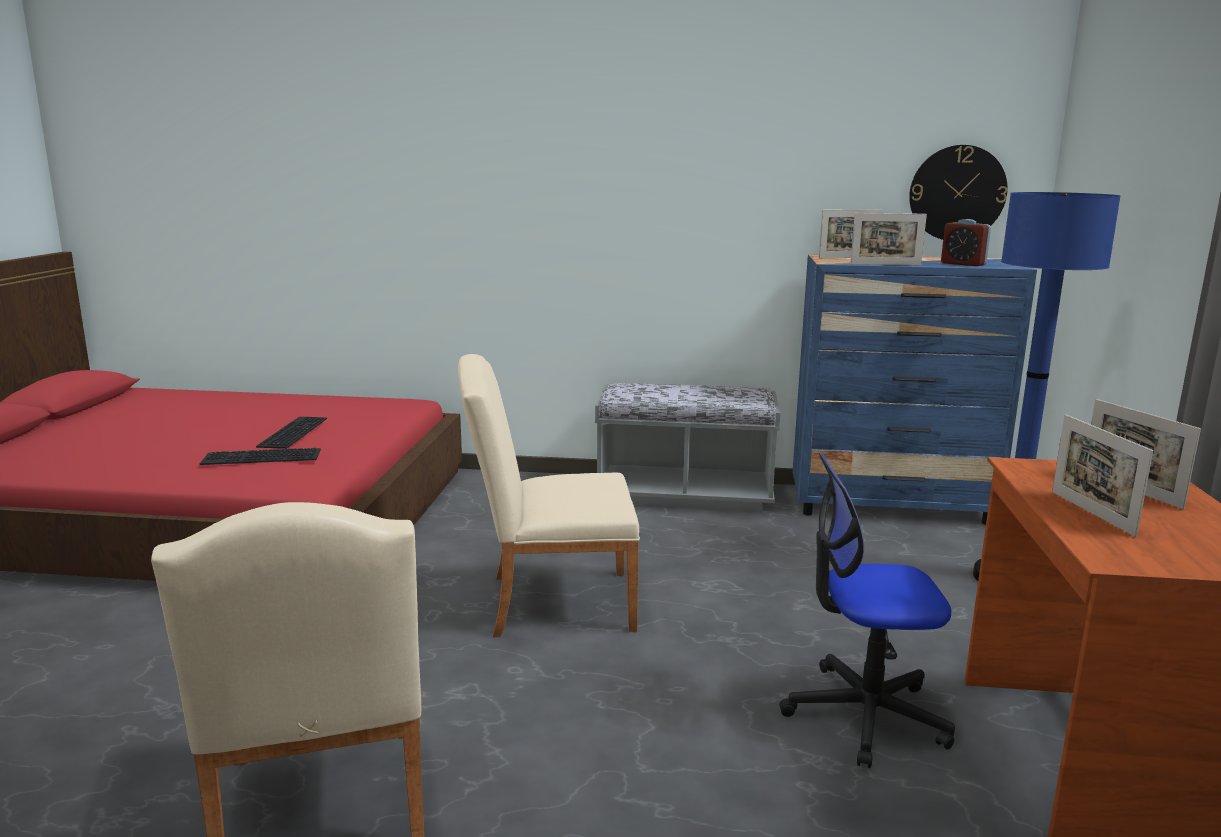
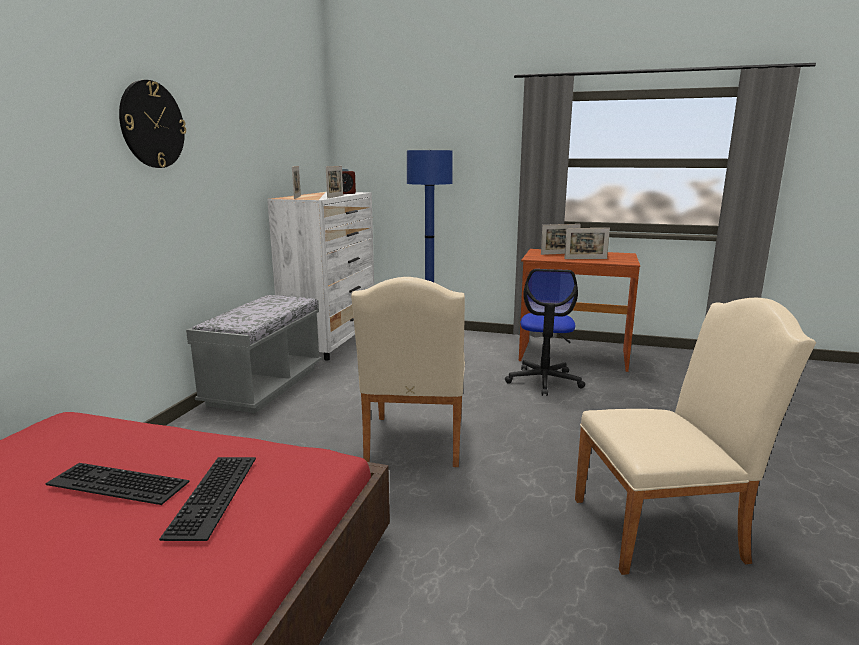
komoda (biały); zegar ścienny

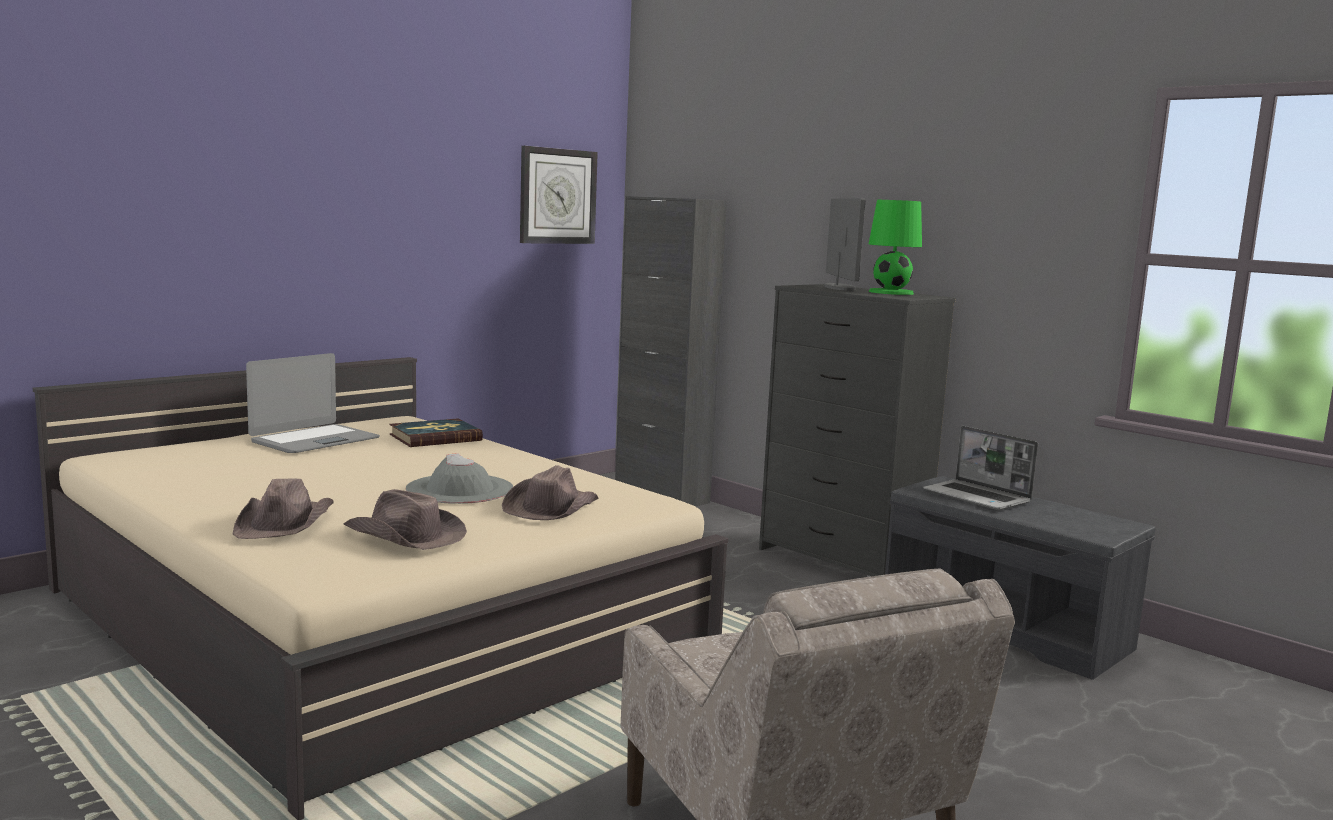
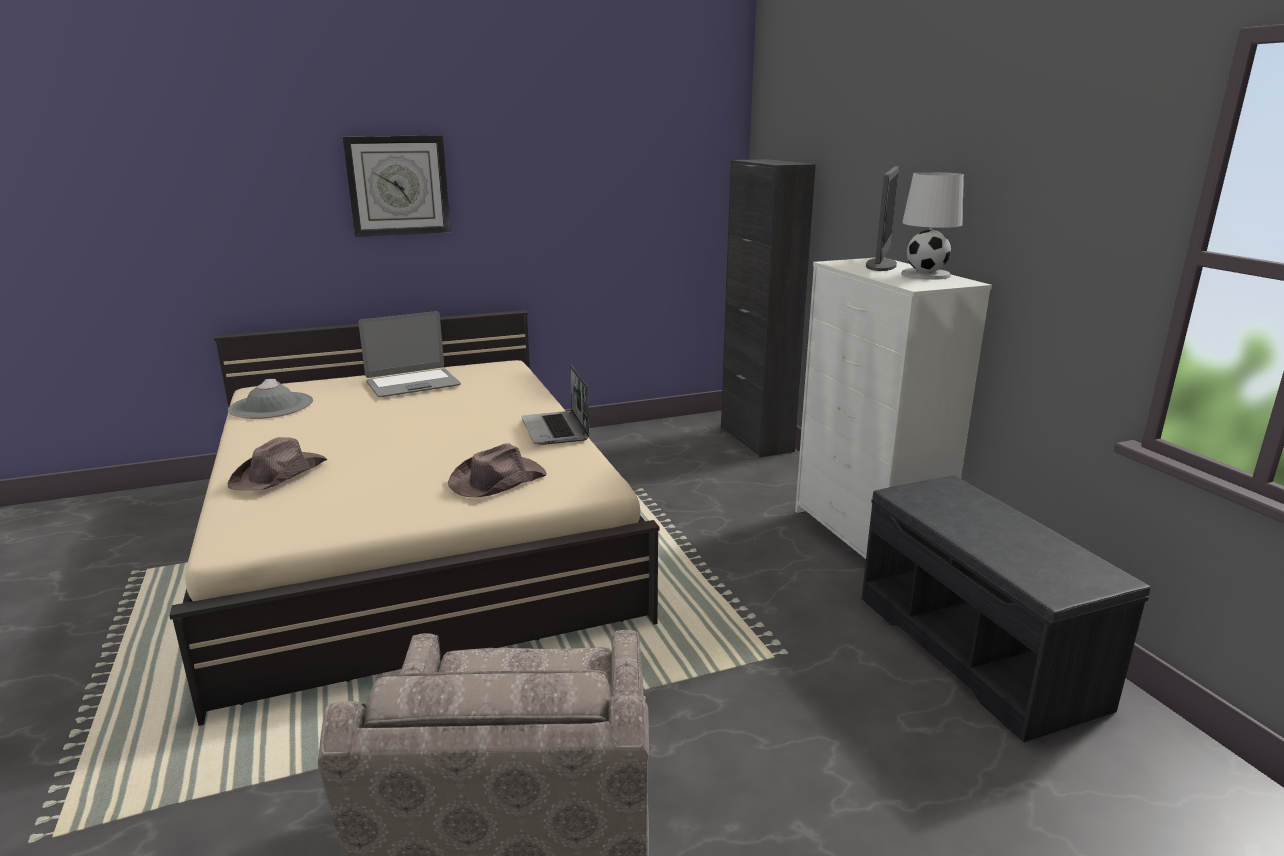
kapelusz (brązowy) (no. 2 from left in the first image); książka; kapelusz (szary); zegar ścienny; komoda (biały); lampa stołowa (biały); laptop (no. 2 from left)

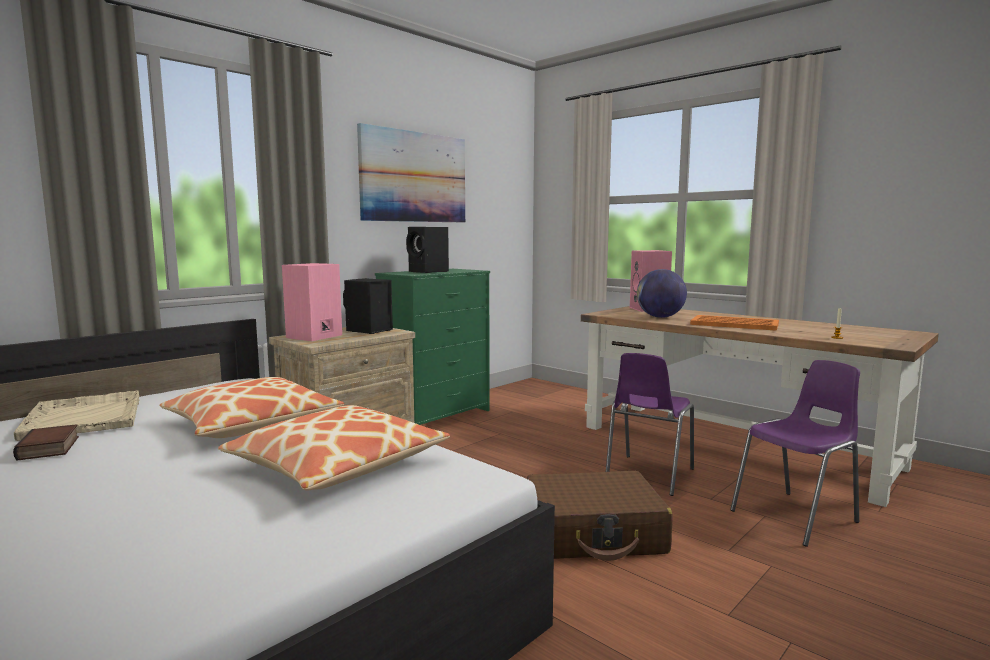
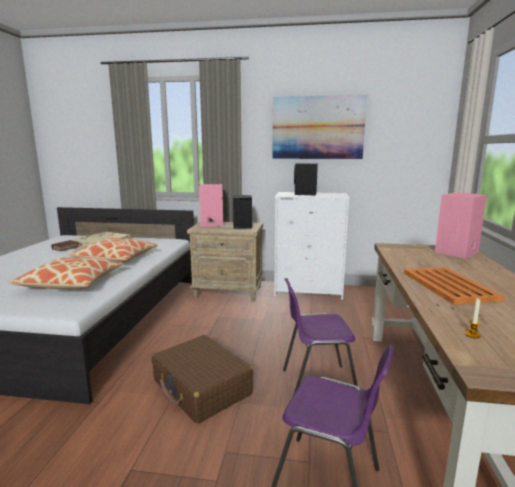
komoda (biały); globus

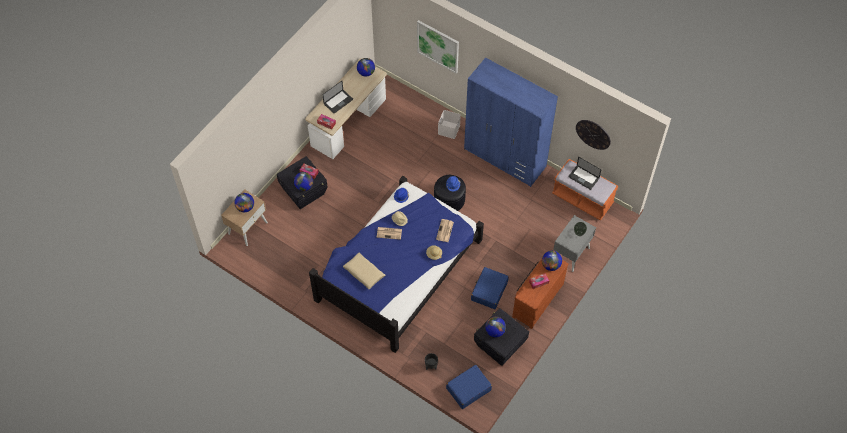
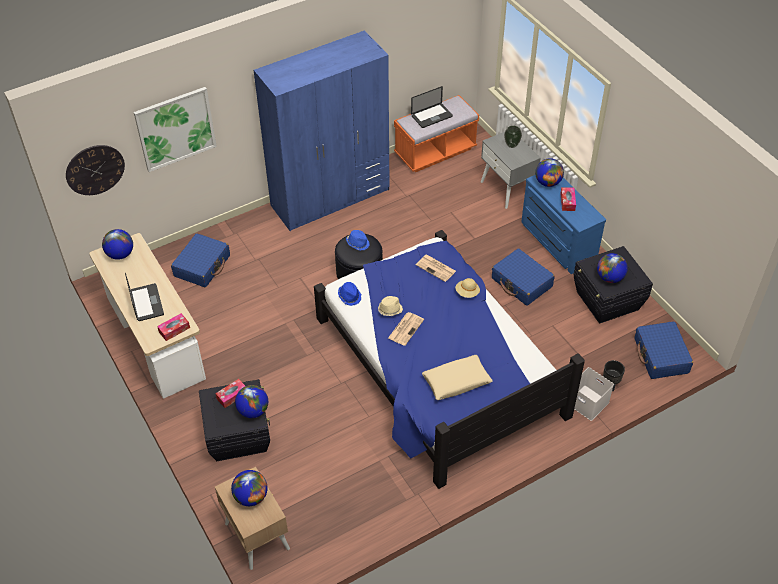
pojemnik do przechowywania (biały); komoda (niebieski); zegar ścienny; walizka (niebieski) (no. 1 from left)

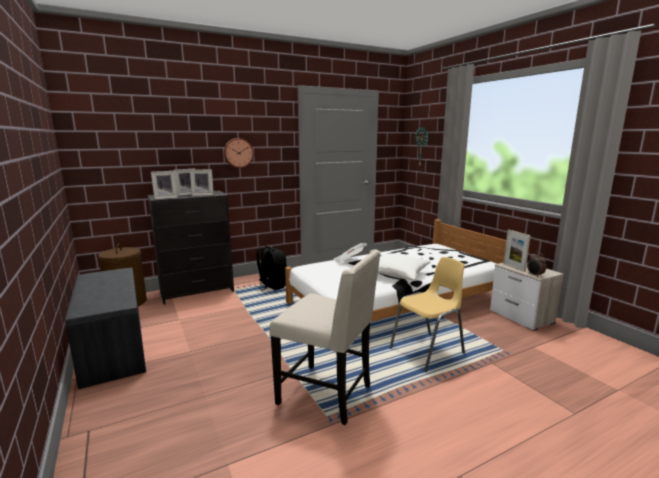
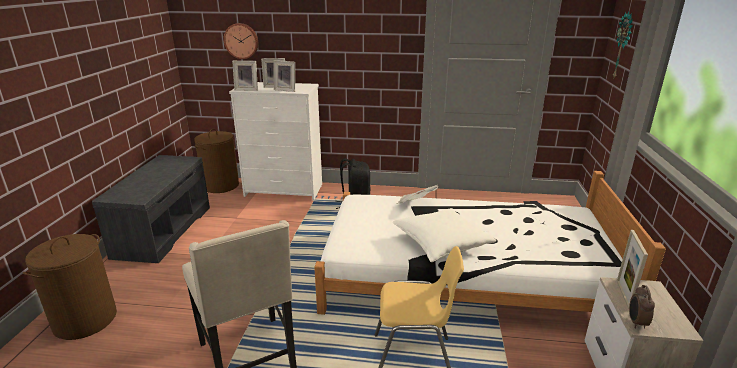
komoda (biały); zegar ścienny (no. 1 from left); kosz na pranie (brązowy) (no. 1 from left)

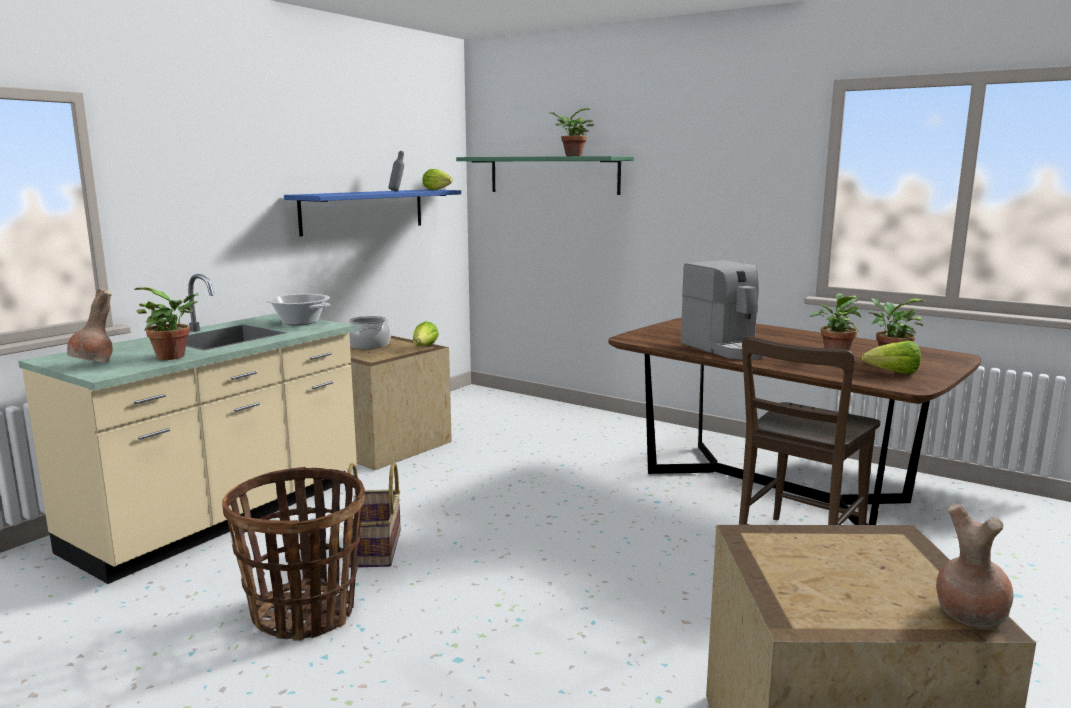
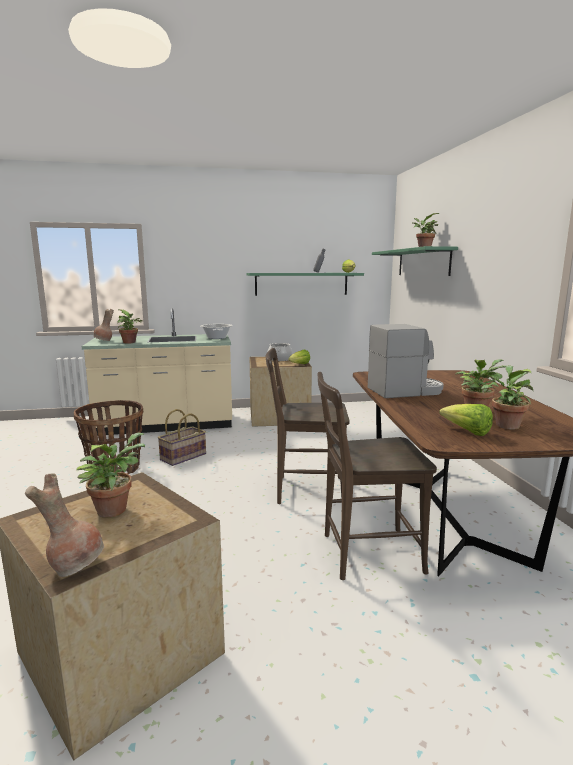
półka (zielony) (no. 1 from left); ekspres do kawy; roślina doniczkowa (no. 1 from left); krzesło (brązowy) (no. 1 from left)

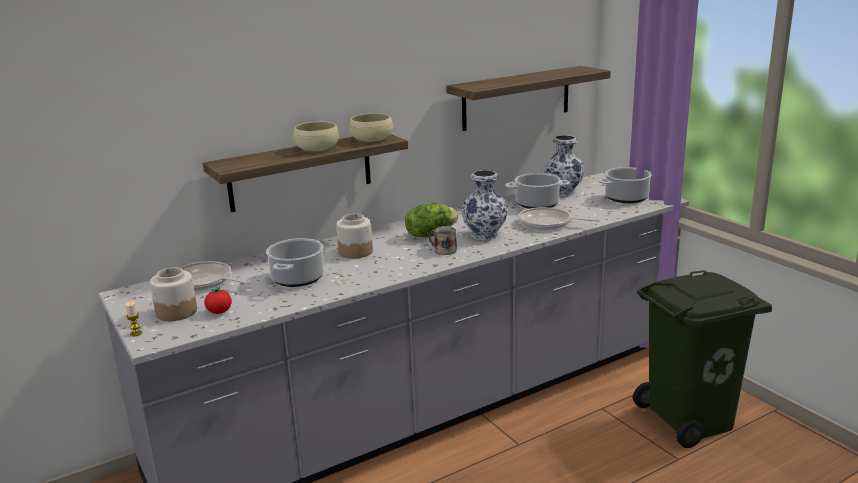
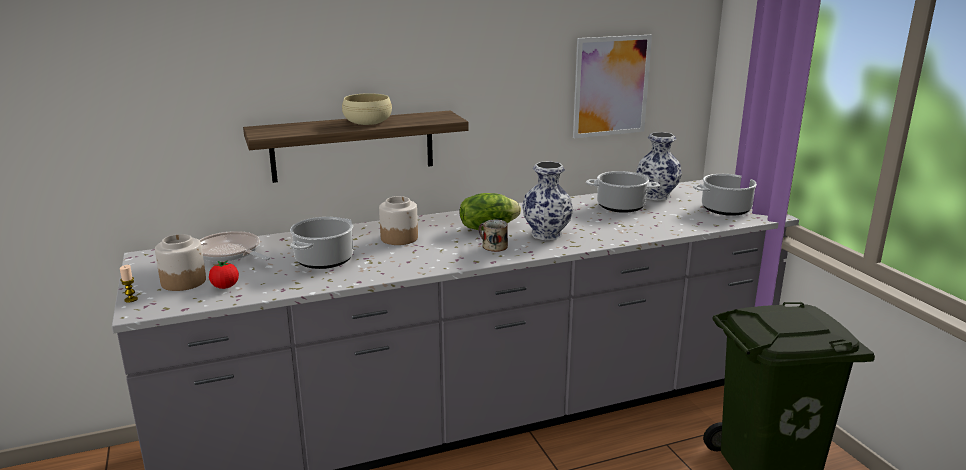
miska (beżowy) (no. 2 from left in the first image); obraz; patelnia (no. 2 from left in the first image)

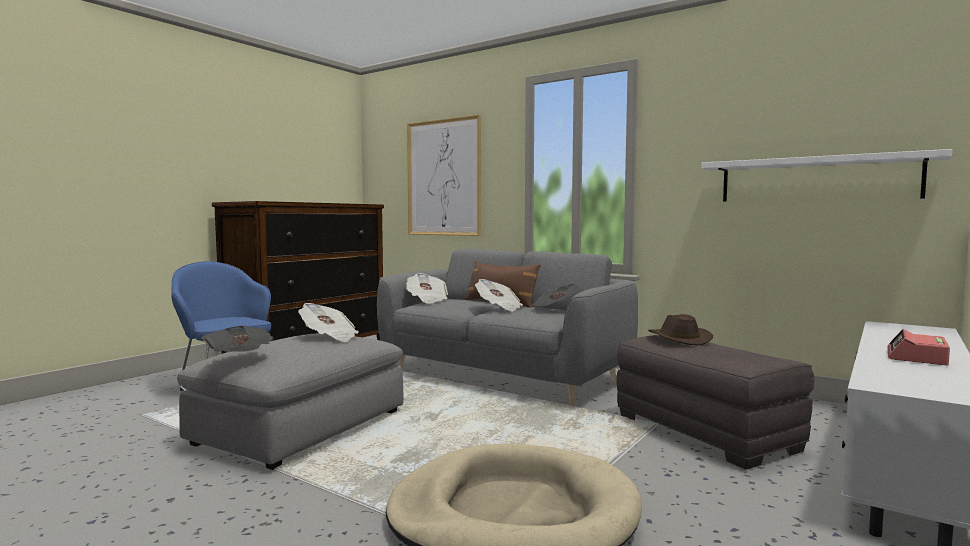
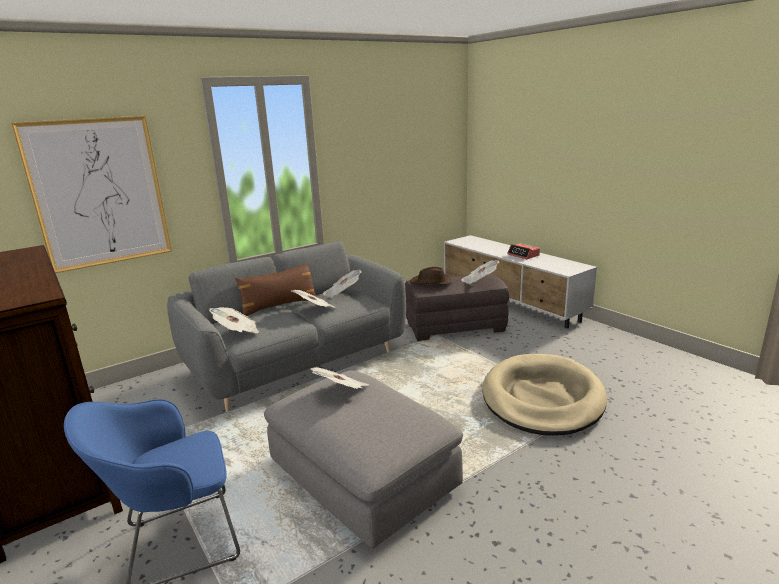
gazeta (no. 5 from left); półka (biały)

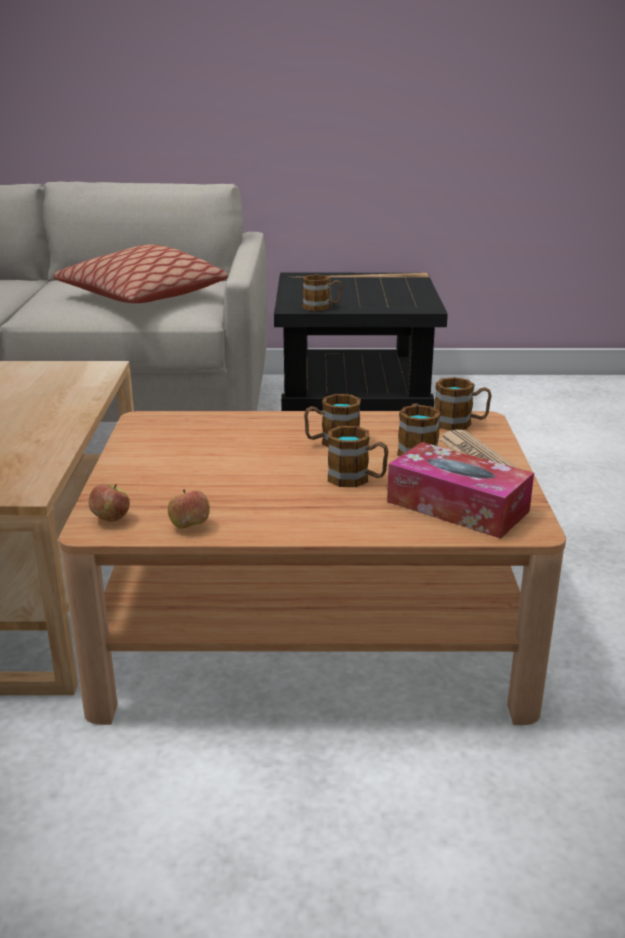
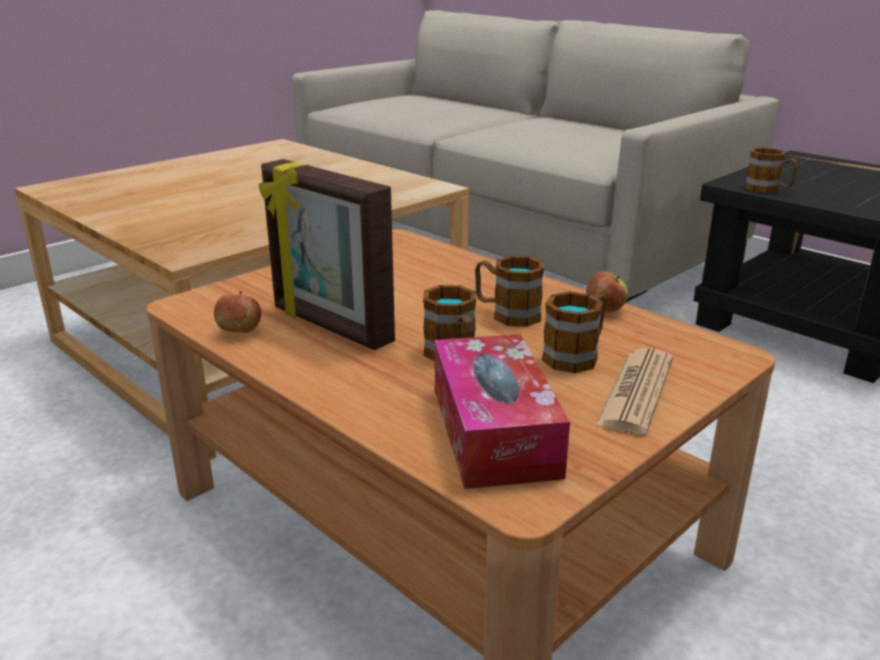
poduszka; jabłko (no. 2 from left); kubek (no. 5 from left in the first image); ramka na zdjęcie

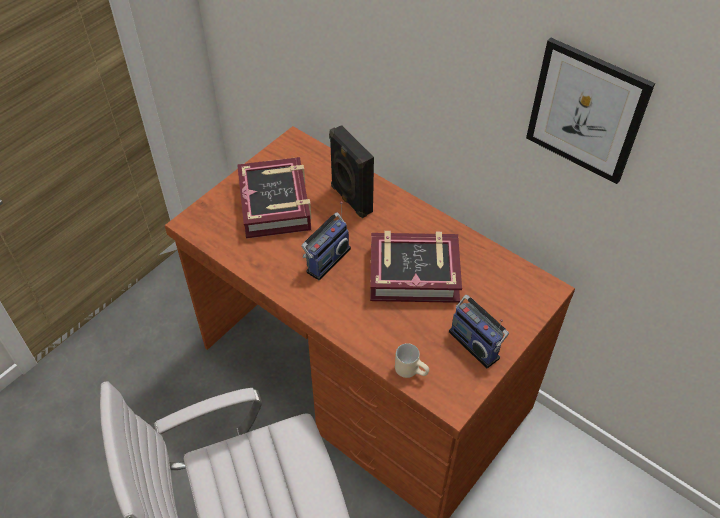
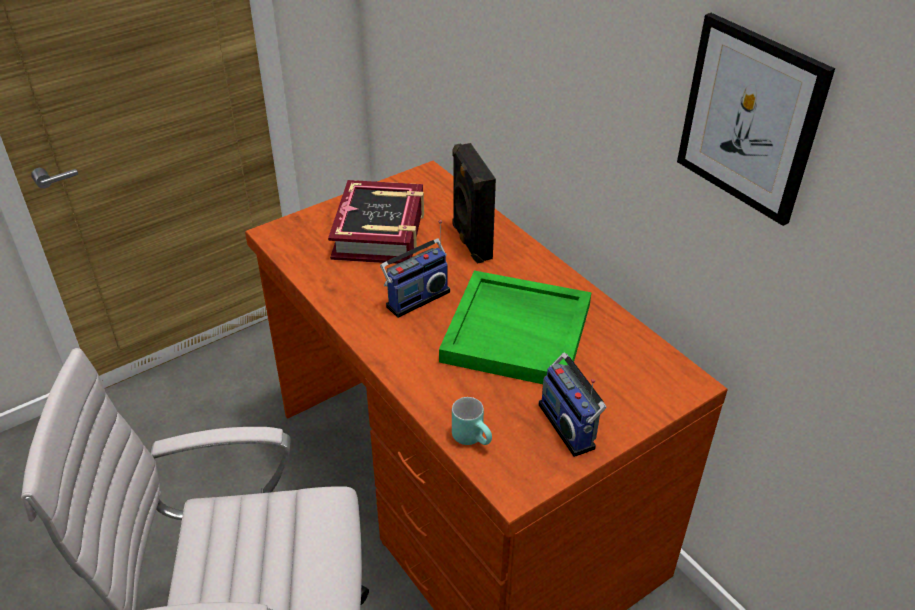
taca (zielony); kubek (turkusowy)

